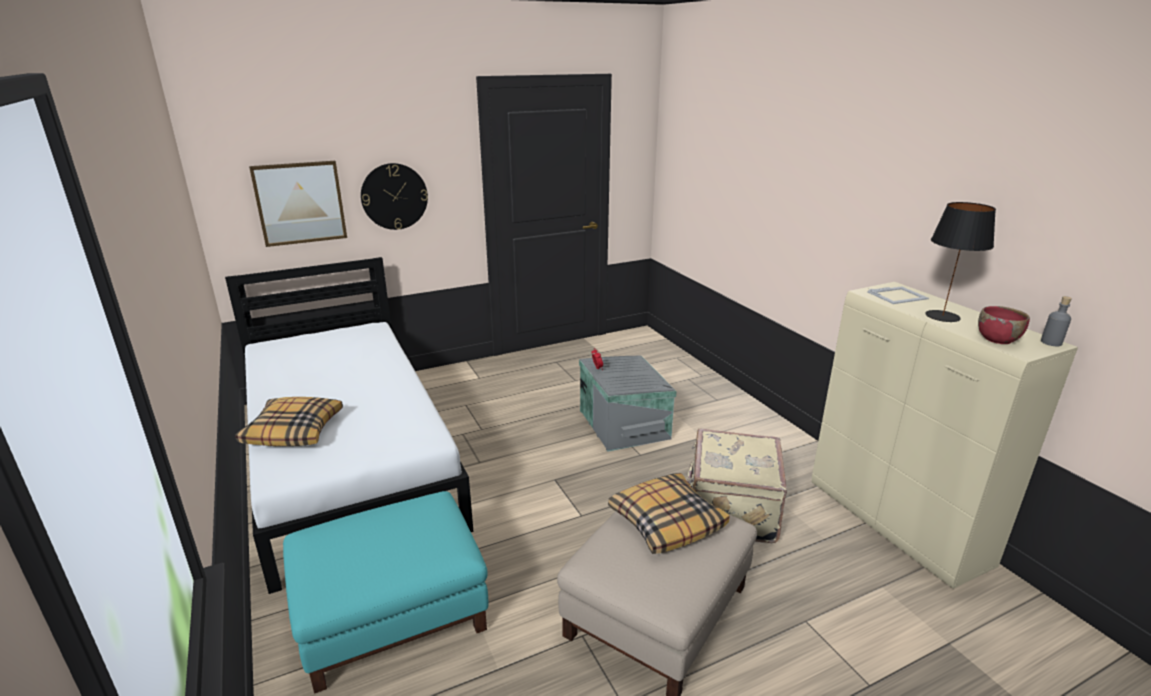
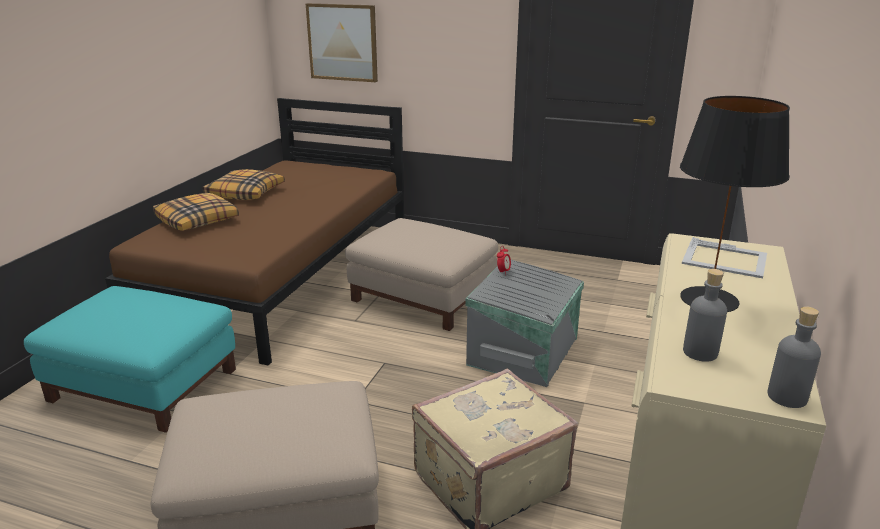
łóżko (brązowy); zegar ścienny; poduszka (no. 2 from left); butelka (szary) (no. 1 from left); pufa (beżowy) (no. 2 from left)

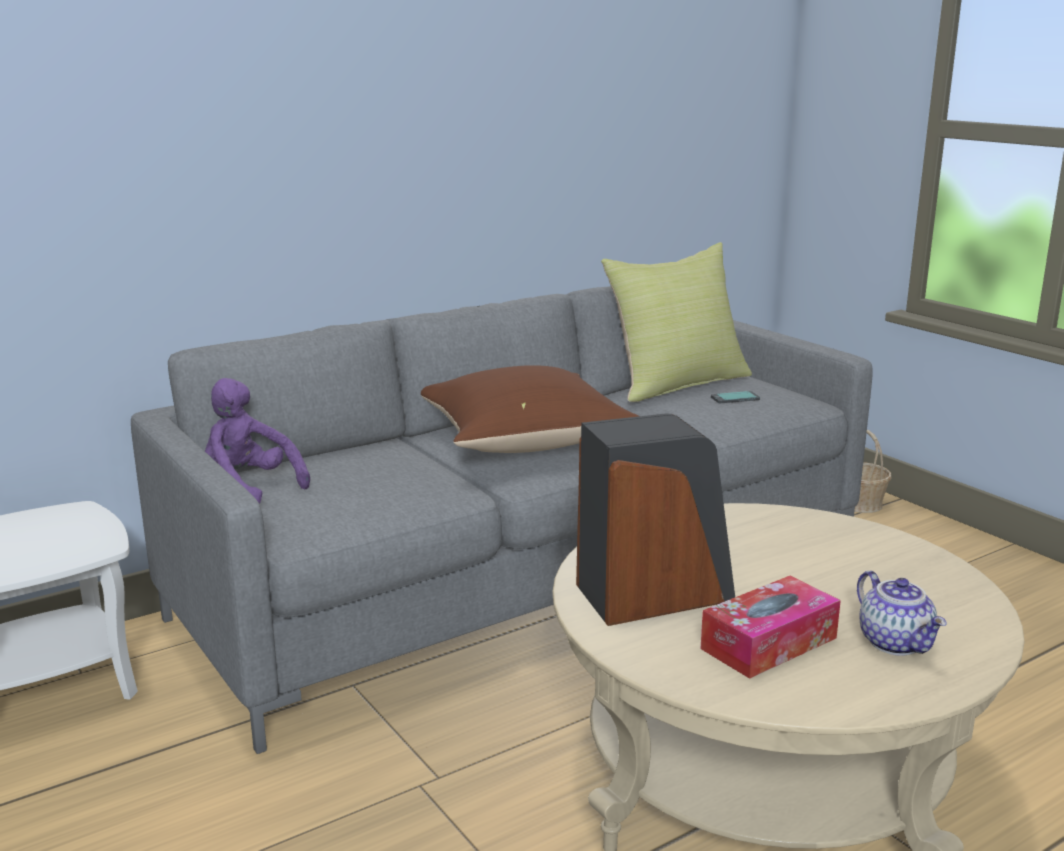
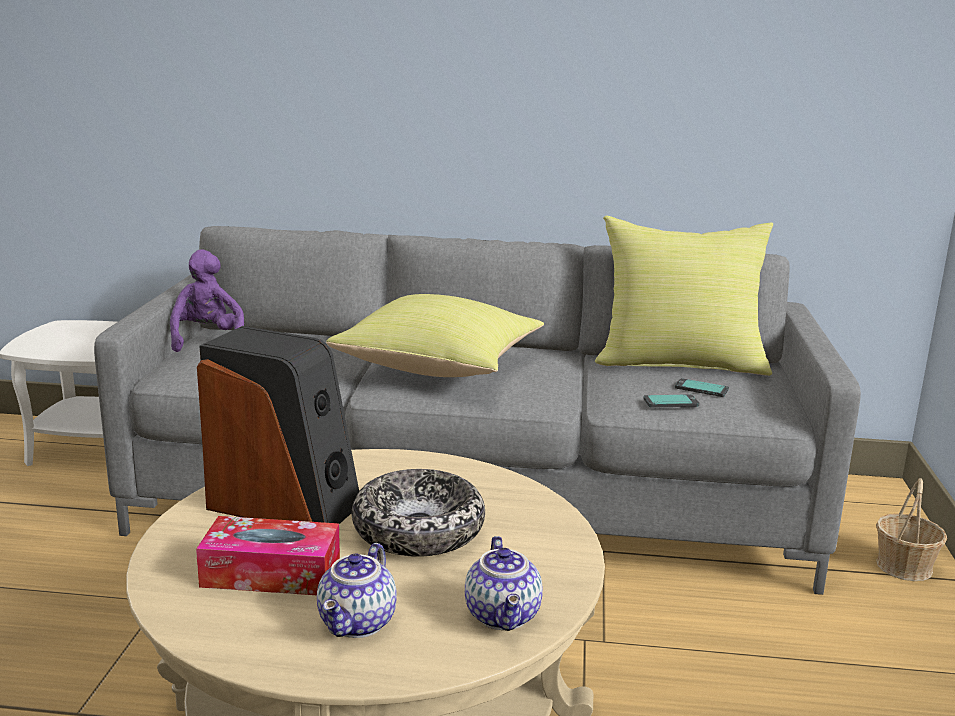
poduszka (żółty) (no. 1 from left); miska; imbryk (no. 2 from left); telefon (no. 1 from left)

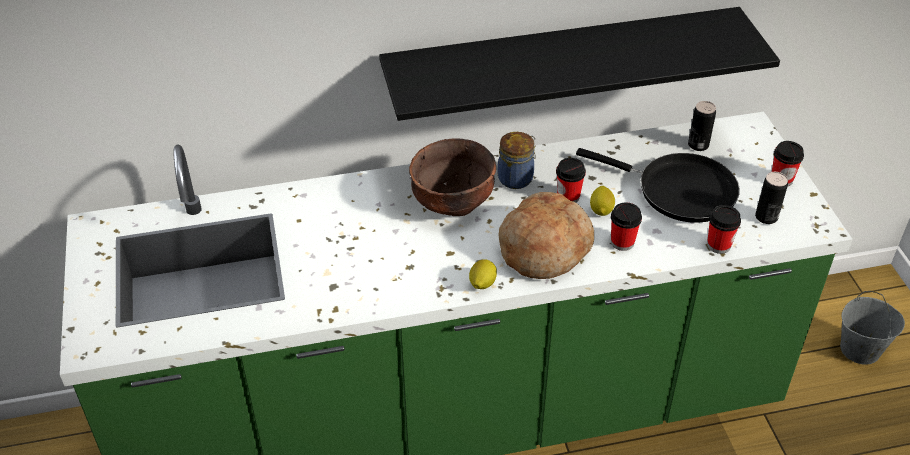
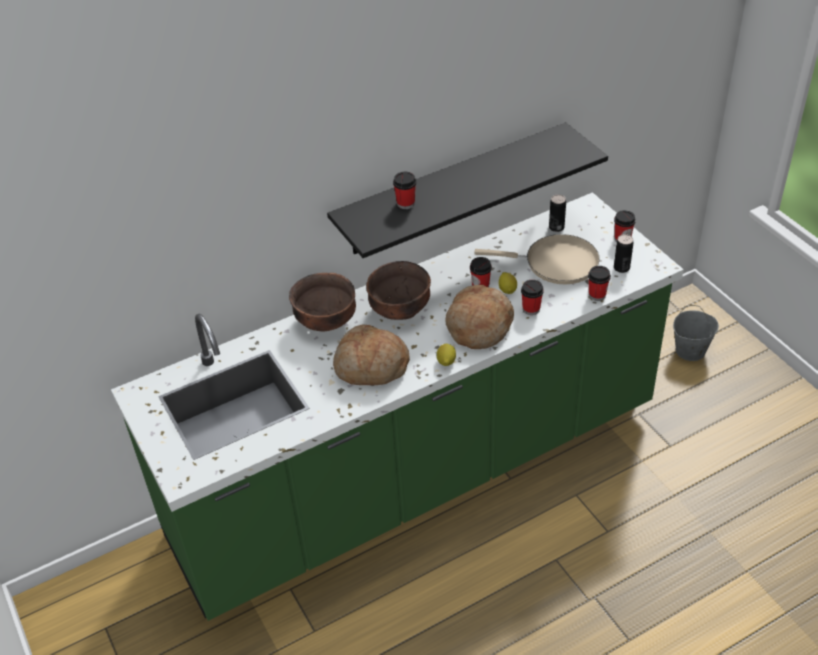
słoik; patelnia (beżowy); miska (brązowy) (no. 1 from left); chleb (no. 1 from left); filiżanka (no. 1 from left)

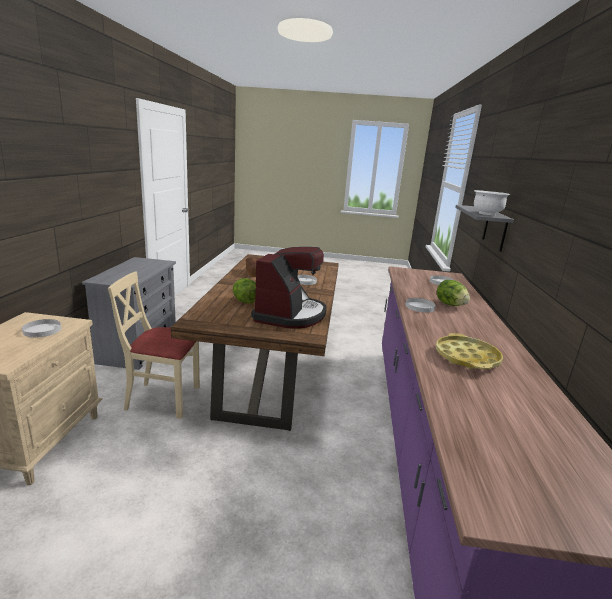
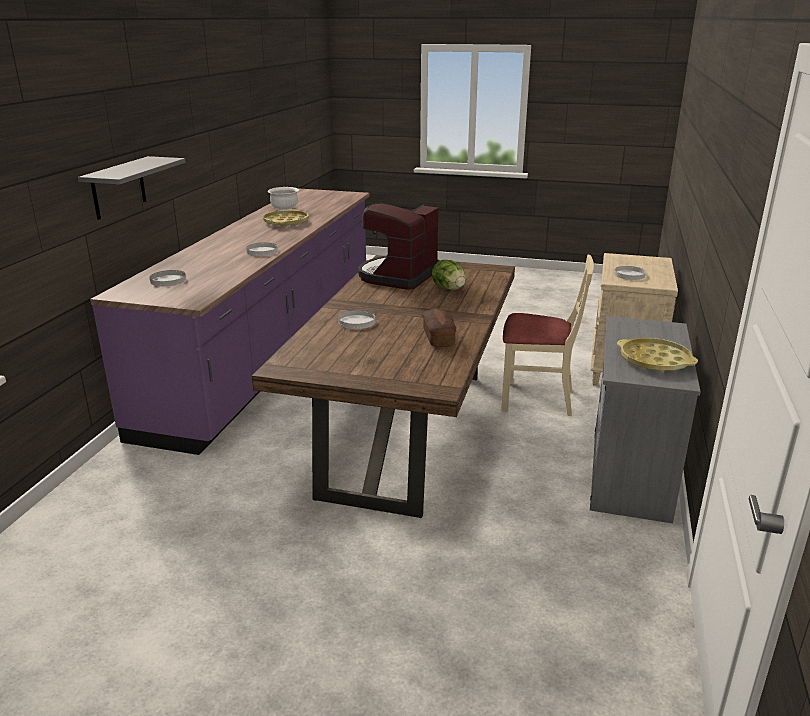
sałata (no. 2 from left in the first image); miska (biały); taca (żółty) (no. 2 from left)

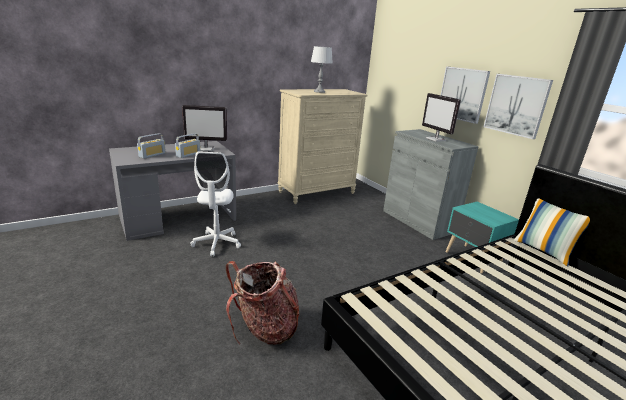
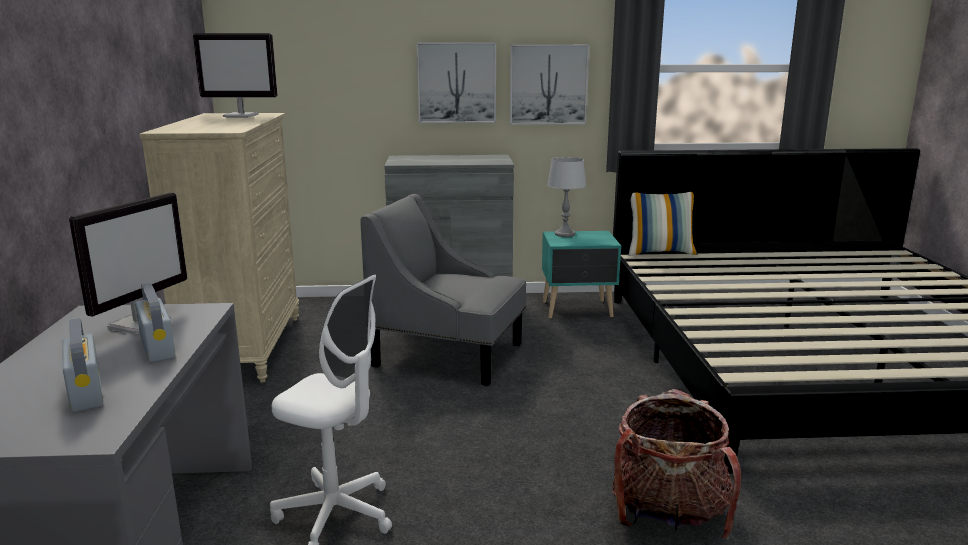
lampa stołowa (szary); monitor (no. 2 from left); fotel (szary)

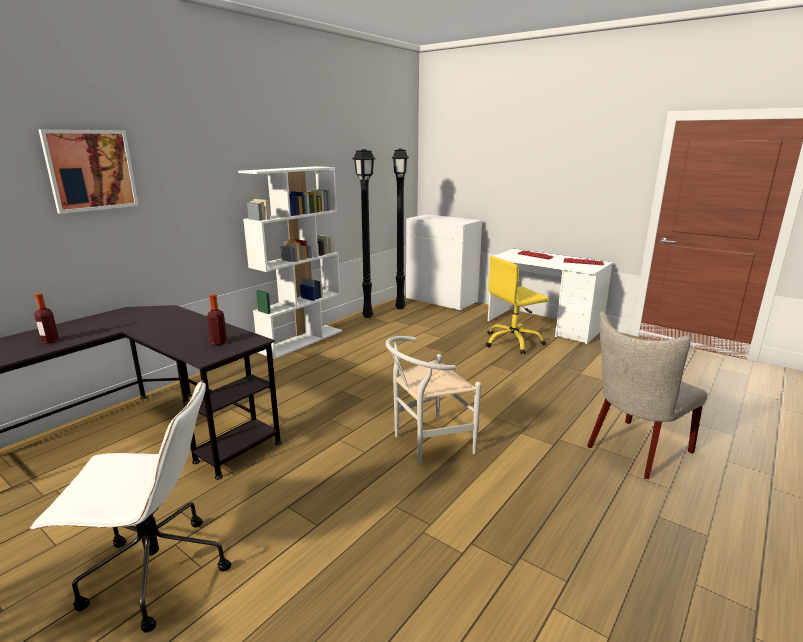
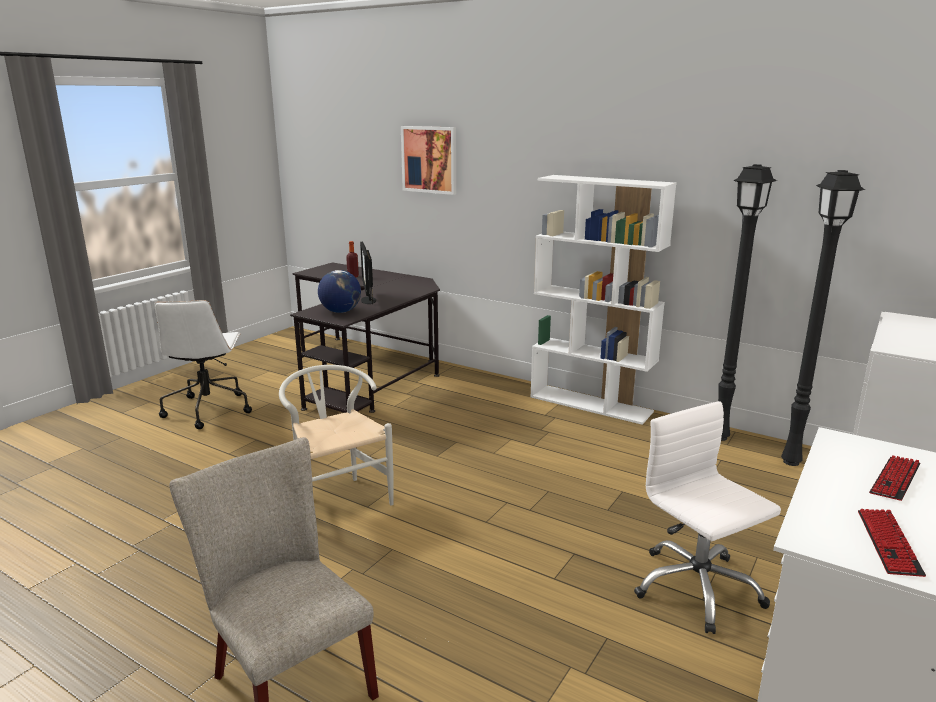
globus; krzesło biurowe (biały) (no. 2 from left); monitor

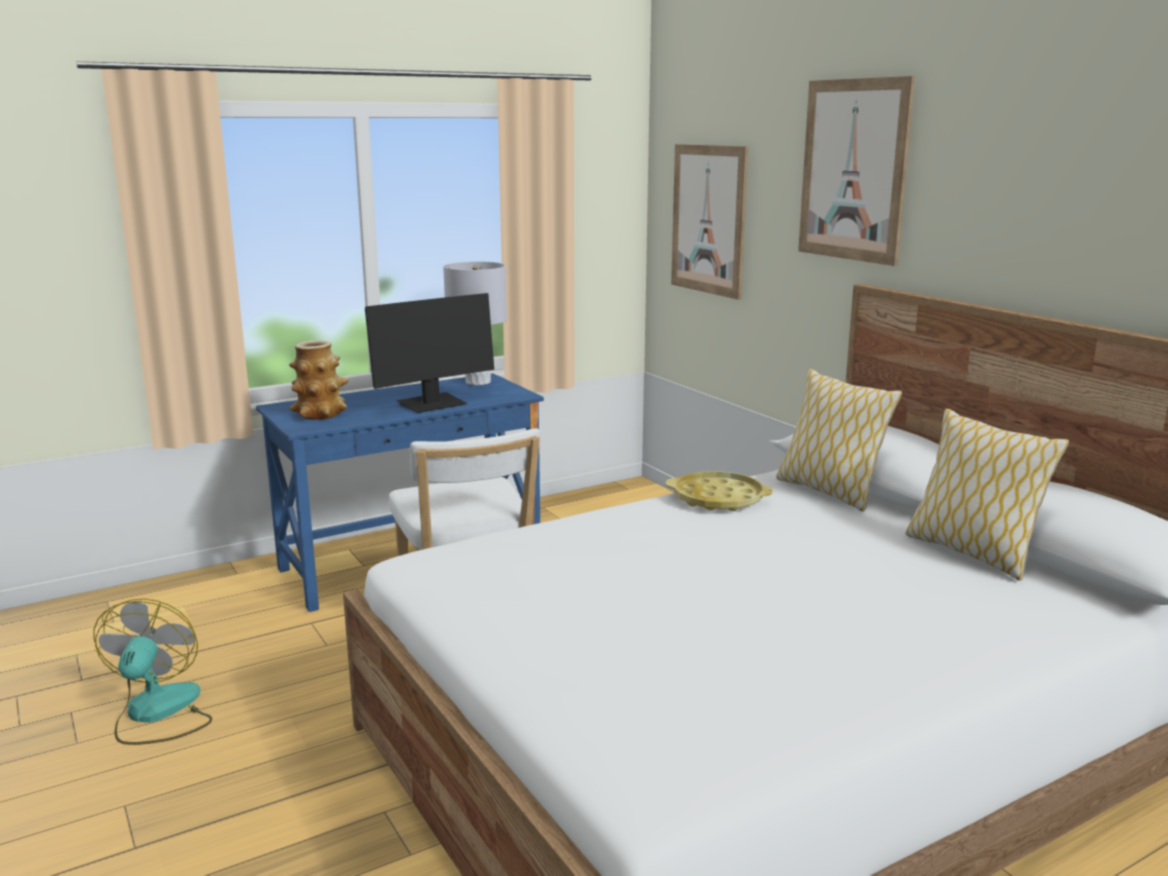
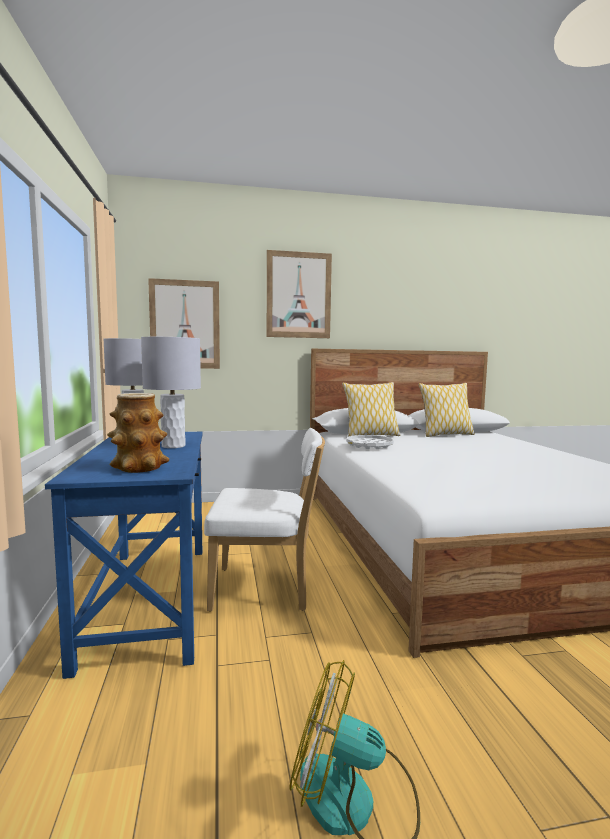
lampa stołowa (szary) (no. 2 from left); taca (biały)

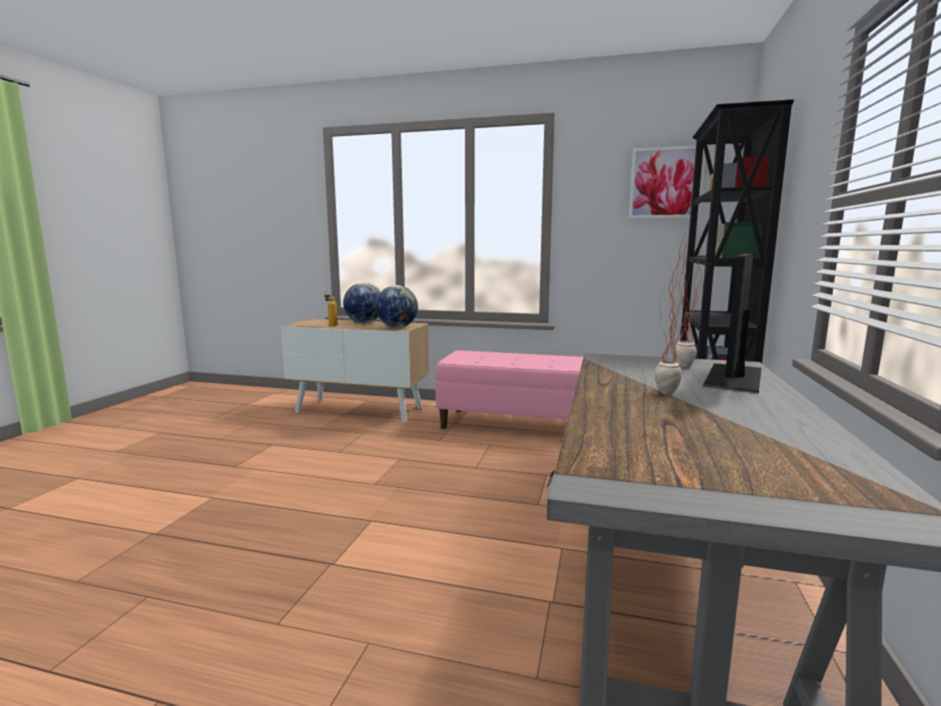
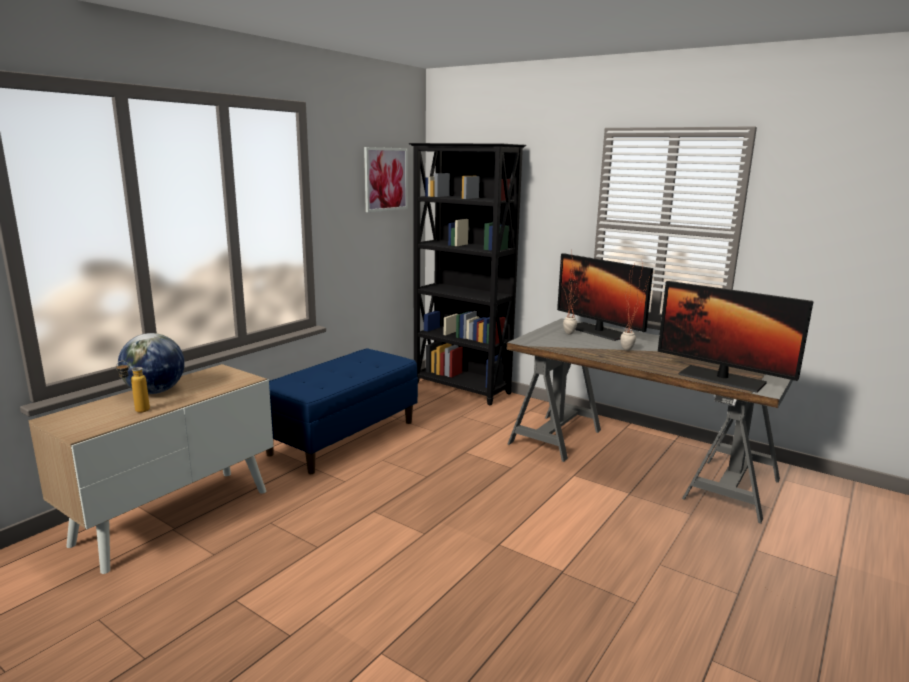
globus (no. 2 from left in the first image); ławka (niebieski); monitor (no. 2 from left)

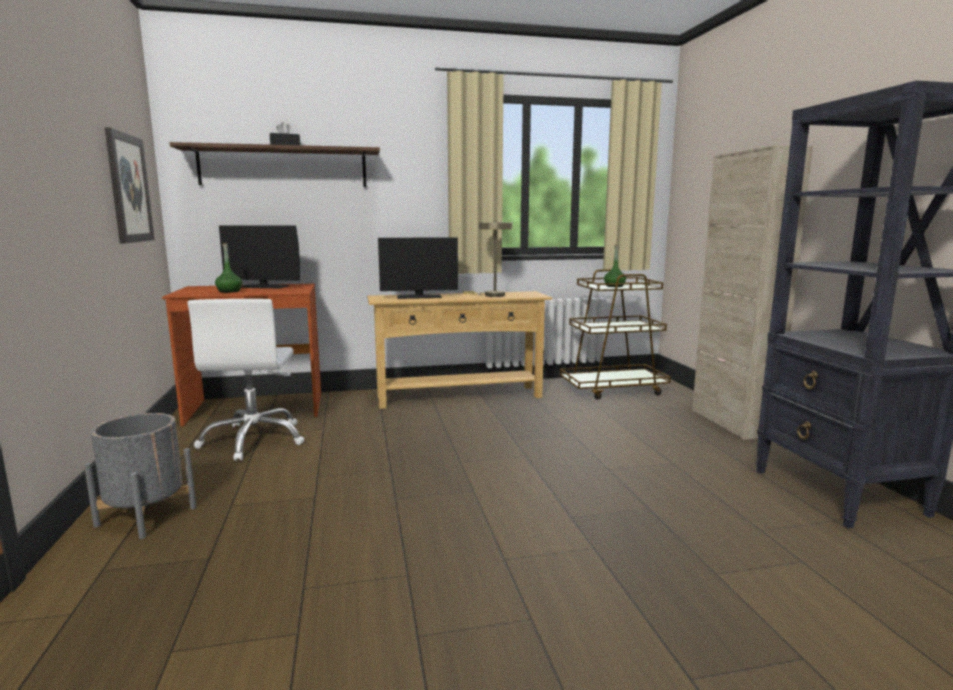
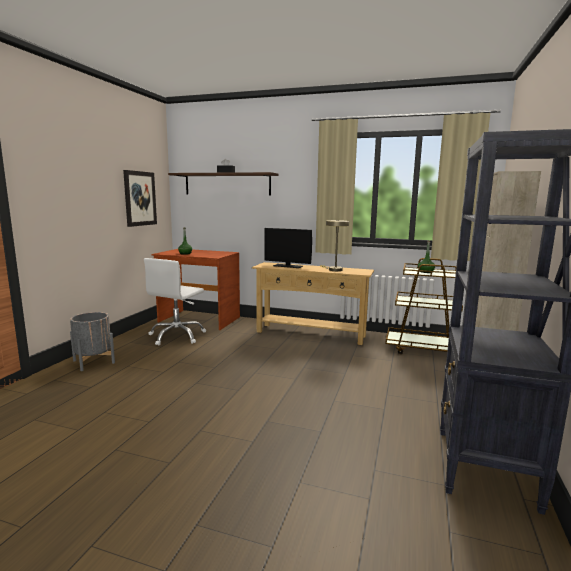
monitor (no. 1 from left in the first image)

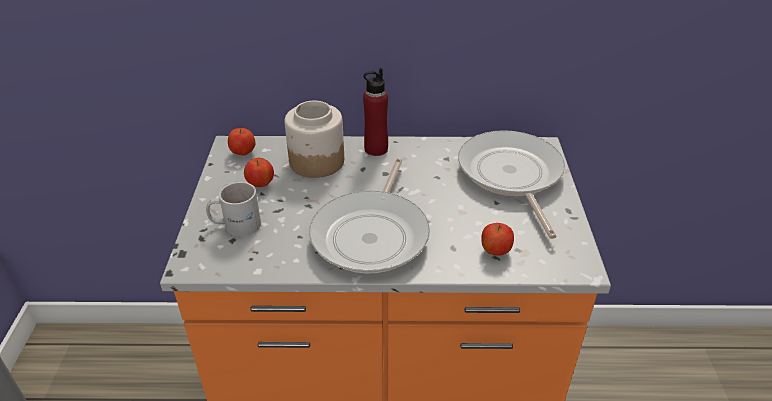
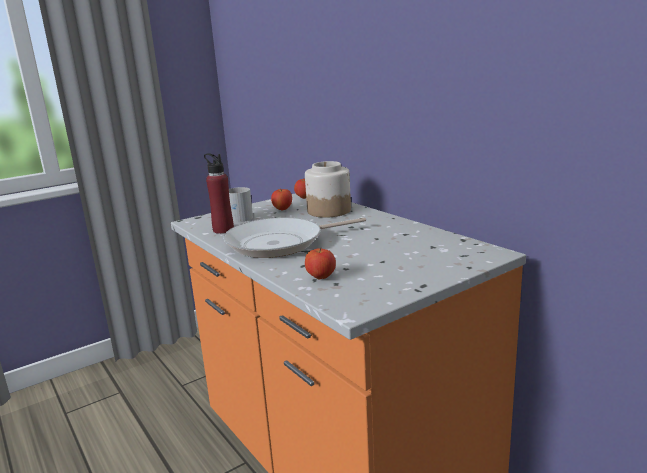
butelka (czerwony); patelnia (no. 2 from left in the first image)

